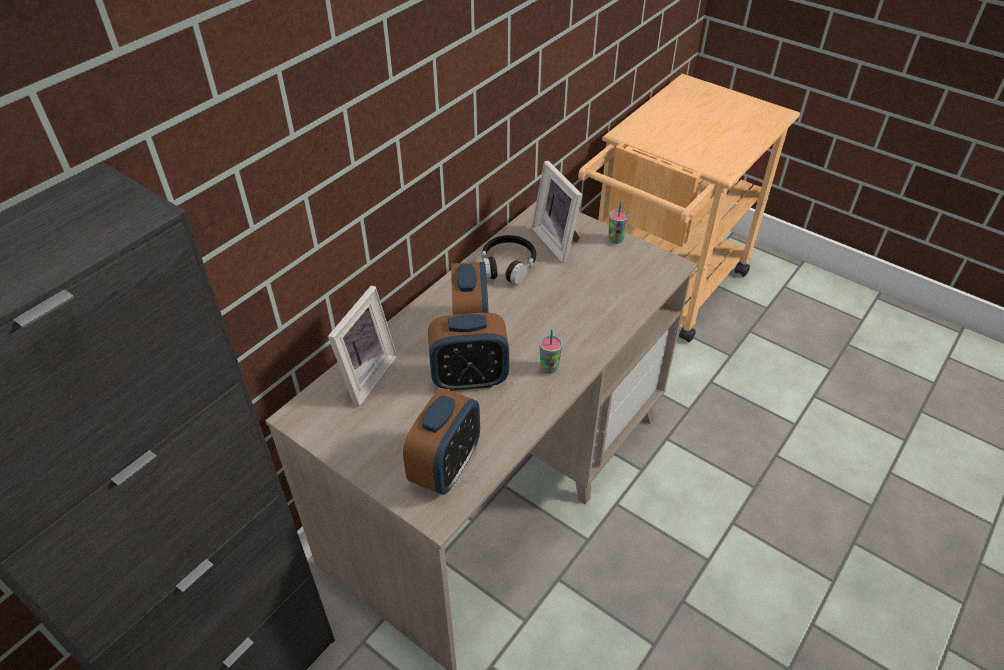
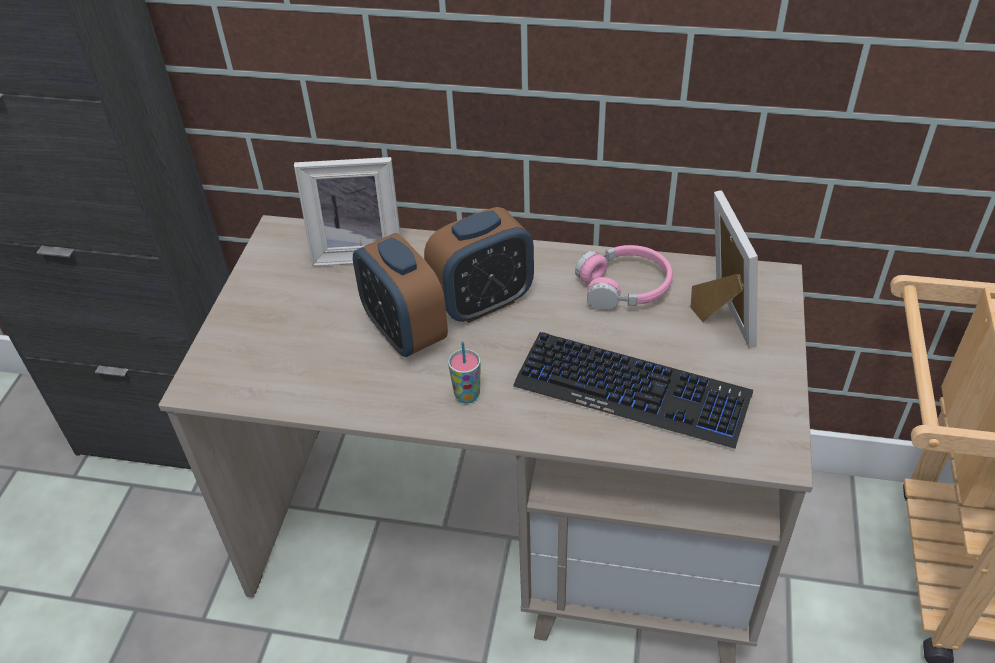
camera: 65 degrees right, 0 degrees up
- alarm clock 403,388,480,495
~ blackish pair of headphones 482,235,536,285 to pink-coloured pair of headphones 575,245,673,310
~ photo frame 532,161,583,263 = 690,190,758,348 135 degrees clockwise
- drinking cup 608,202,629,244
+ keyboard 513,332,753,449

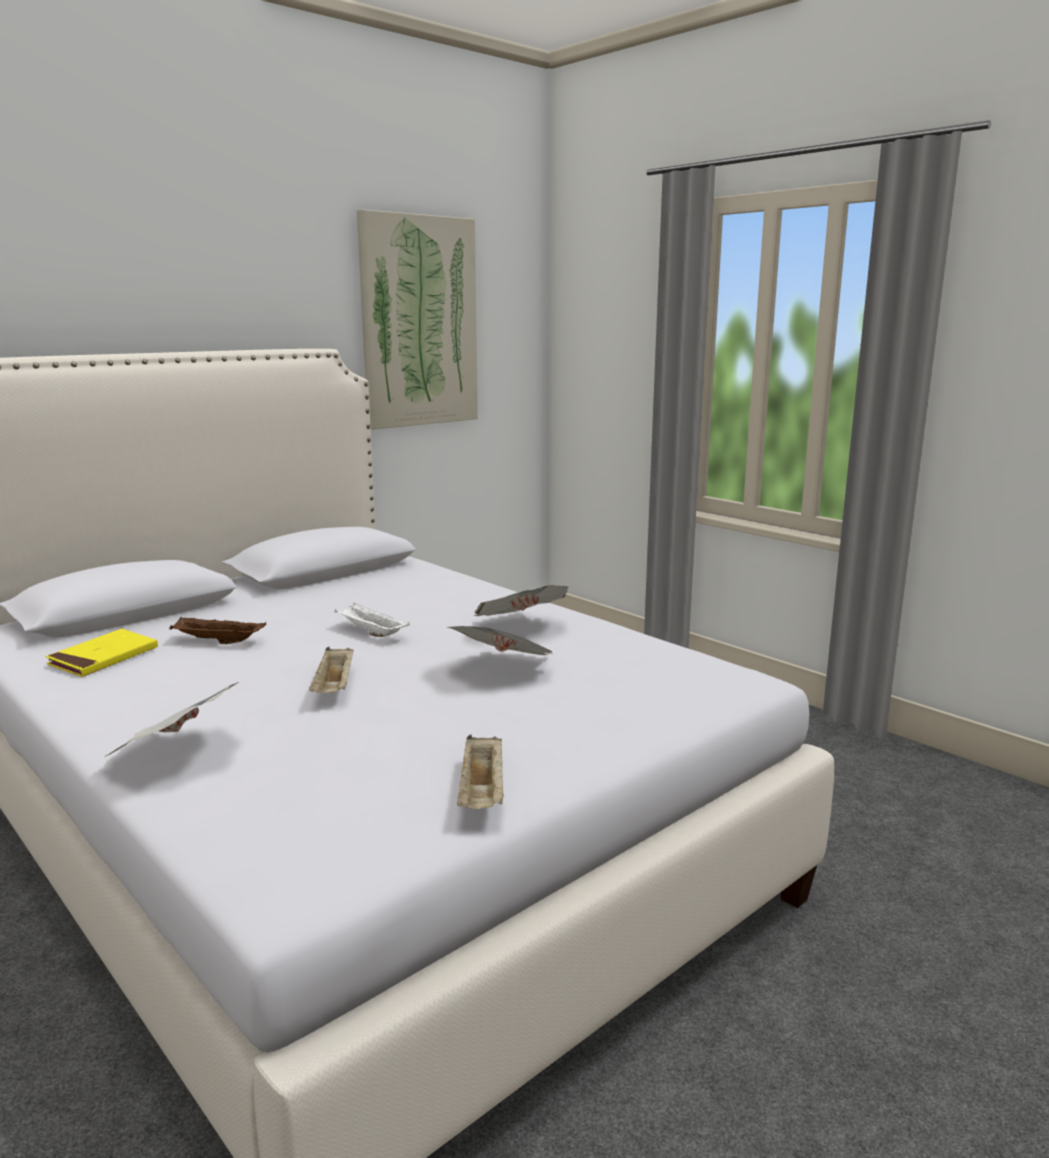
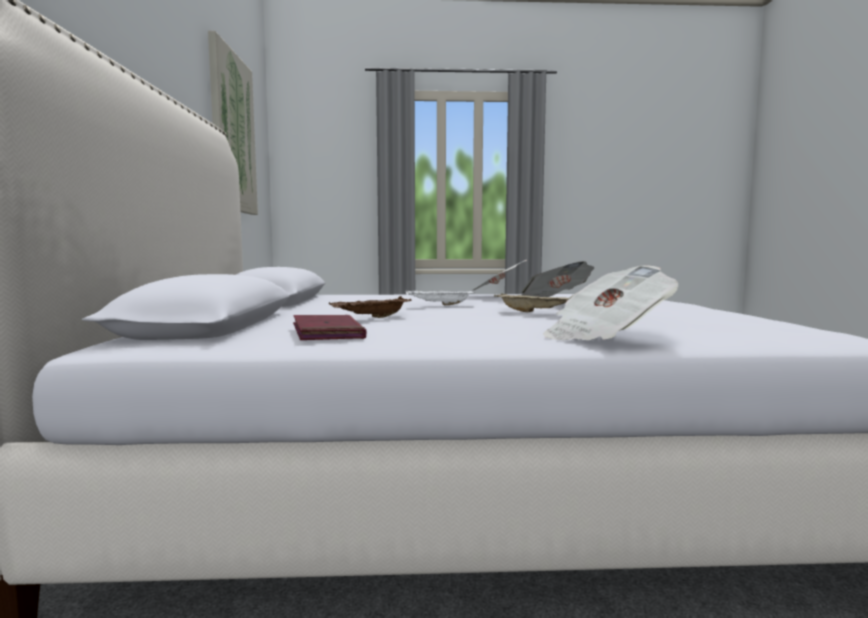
camera: 50 degrees left, 10 degrees down
~ yellow book 46,629,158,677 to reddish book 293,315,366,340
- beige-coloured tray 457,735,504,809

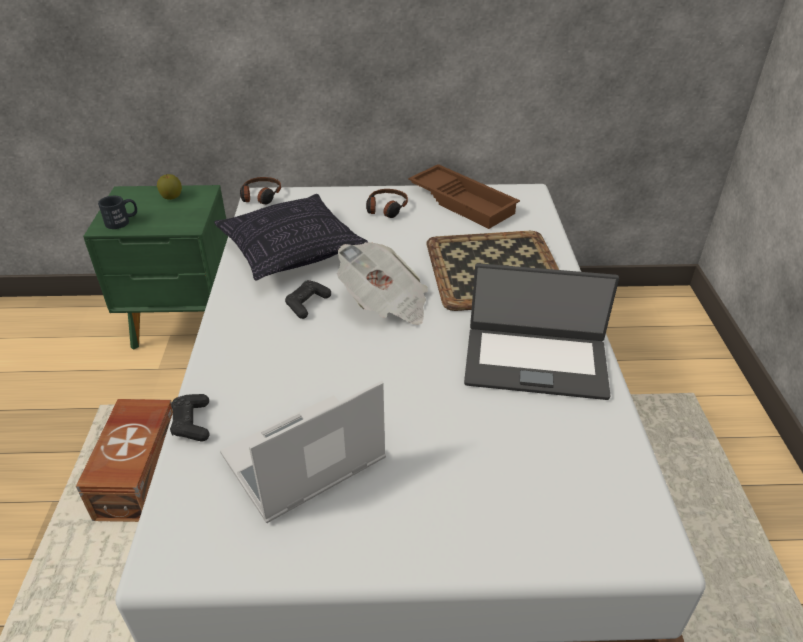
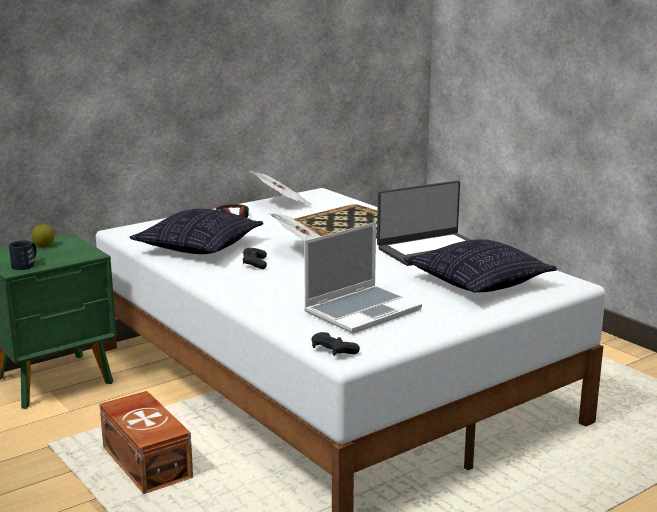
camera: 35 degrees left, 20 degrees down
~ blackish gamepad 170,394,210,442 to 312,332,360,356
~ notebook computer 220,381,386,523 = 304,222,422,334 150 degrees counterclockwise
- pair of headphones 240,177,281,204
~ brown tray 408,164,520,229 to daily paper 249,171,313,205
+ throw pillow 404,239,557,293

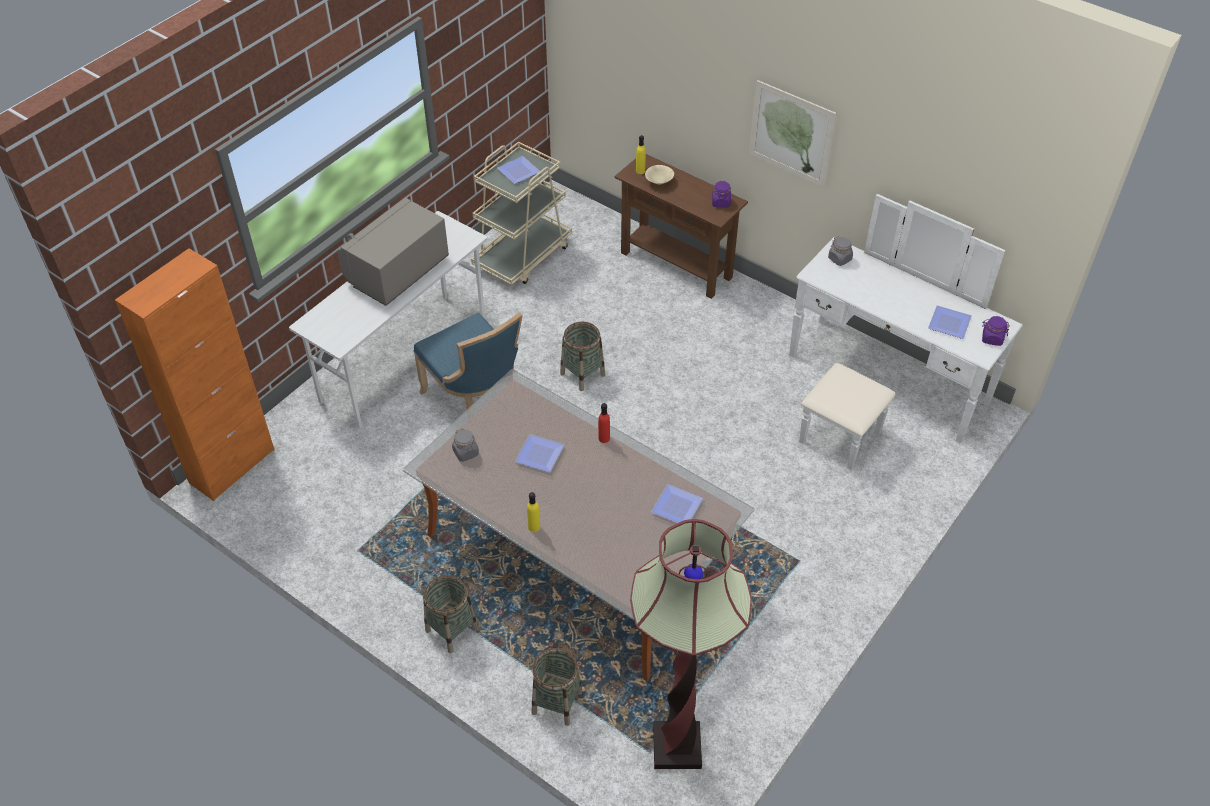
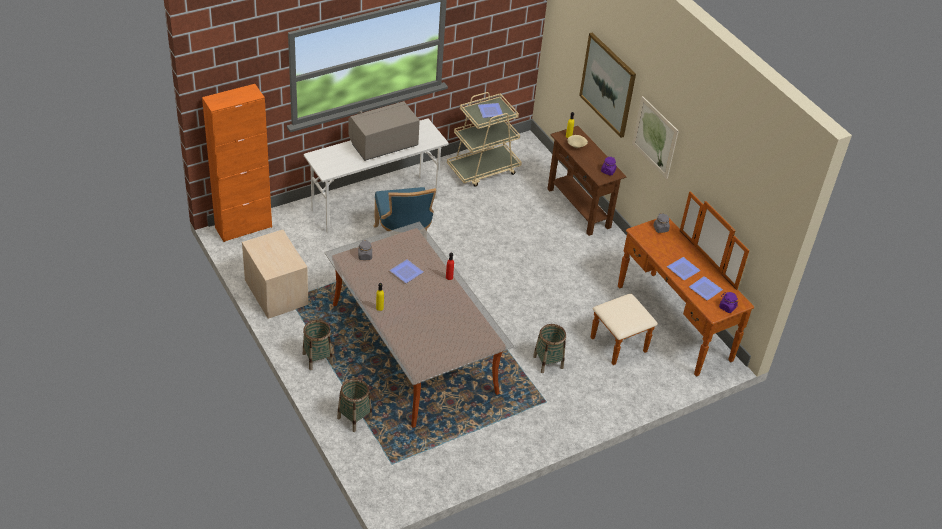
camera: 20 degrees right, 5 degrees down
~ basket 560,322,605,391 to 533,324,566,373
- standing lamp 630,519,752,769
~ dinner plate 651,484,703,523 to 667,257,701,280
~ white chest of drawers 789,194,1023,470 to brown chest of drawers 591,191,754,377
+ beige-coloured nightstand 242,230,309,319
+ wall picture 579,33,636,138

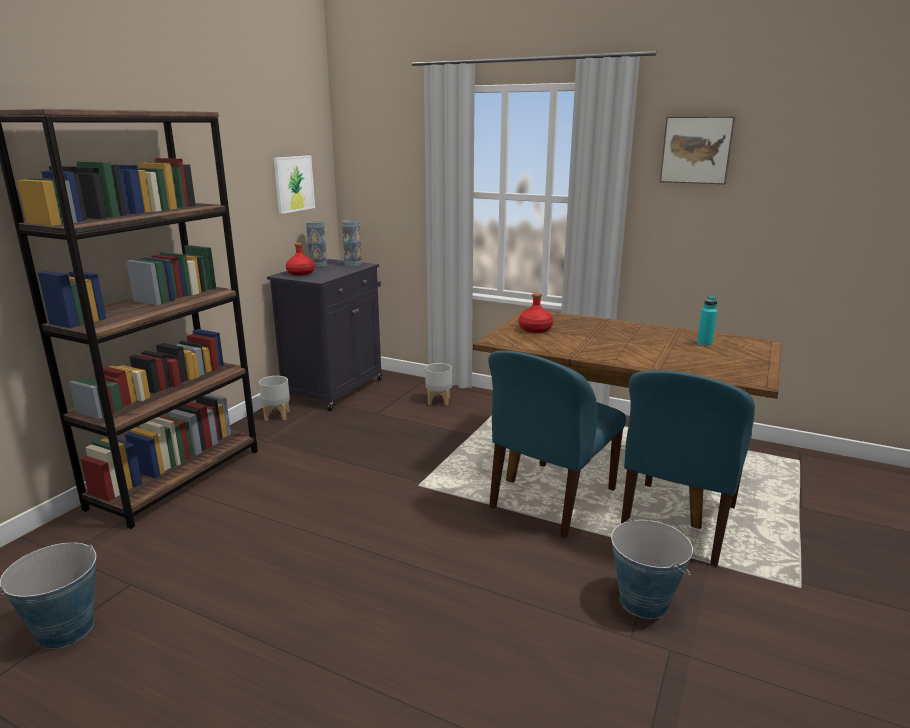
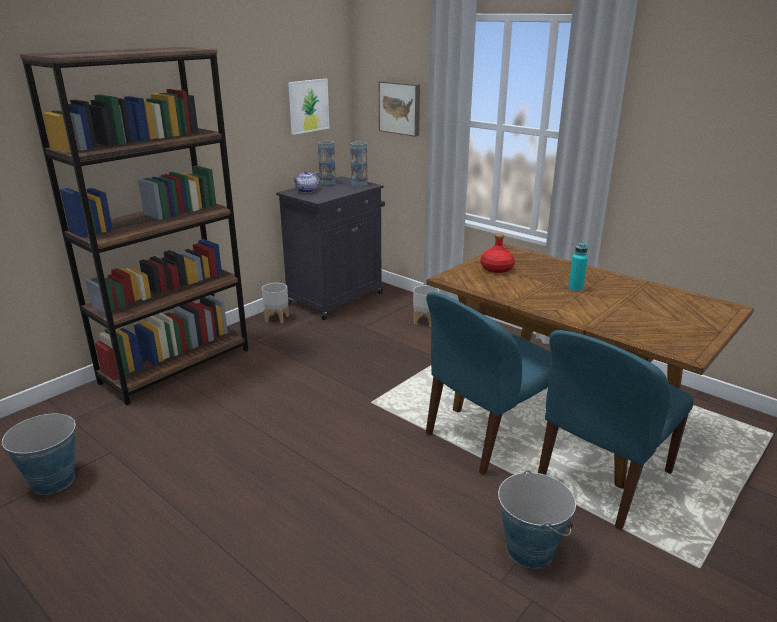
camera: 15 degrees right, 5 degrees up
~ reddish drink bottle 286,243,315,276 to teapot 293,170,320,193
~ wall picture 660,116,736,184 to 379,81,420,137
~ turquoise drink bottle 697,295,717,346 to 568,242,588,292

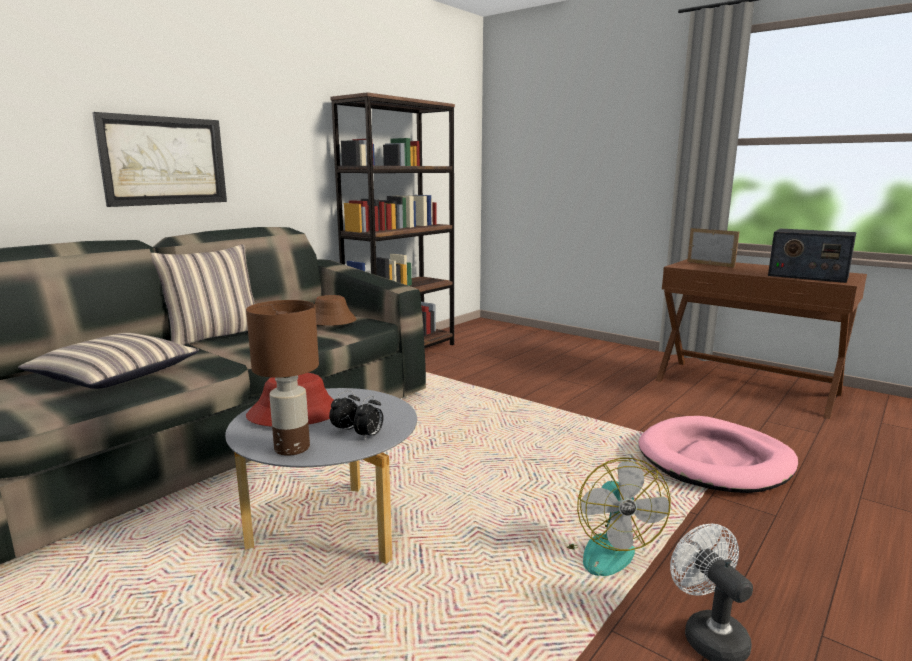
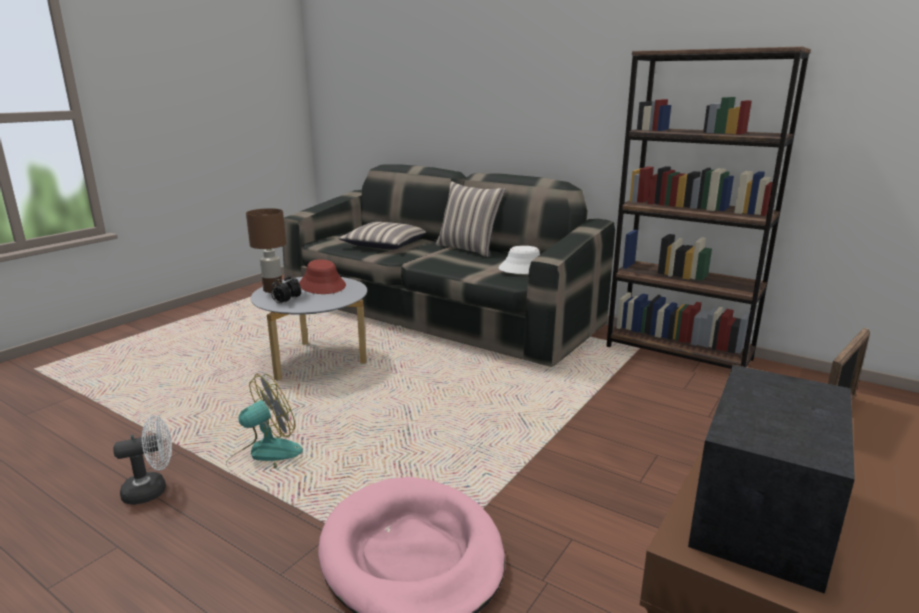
camera: 85 degrees right, 5 degrees up
- wall picture 92,112,227,207
~ brown hat 315,295,356,326 to white hat 498,246,540,274
~ fan 567,458,671,576 = 226,374,303,473 150 degrees clockwise

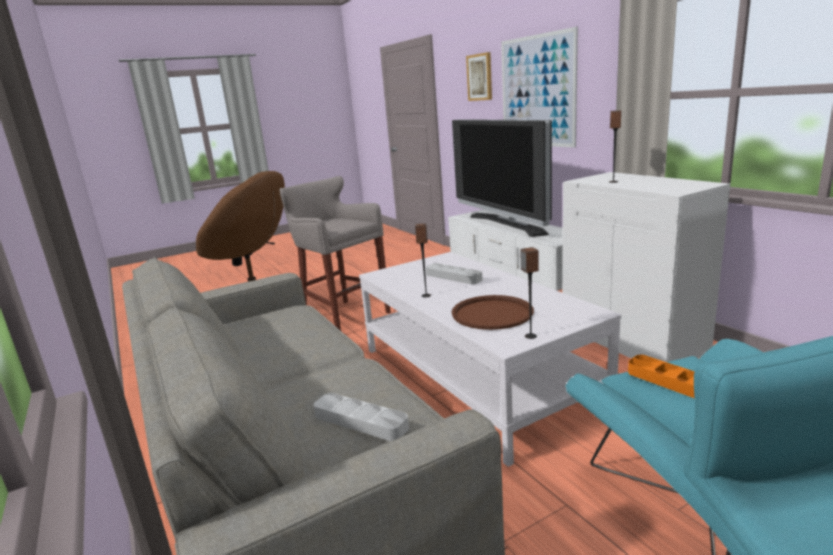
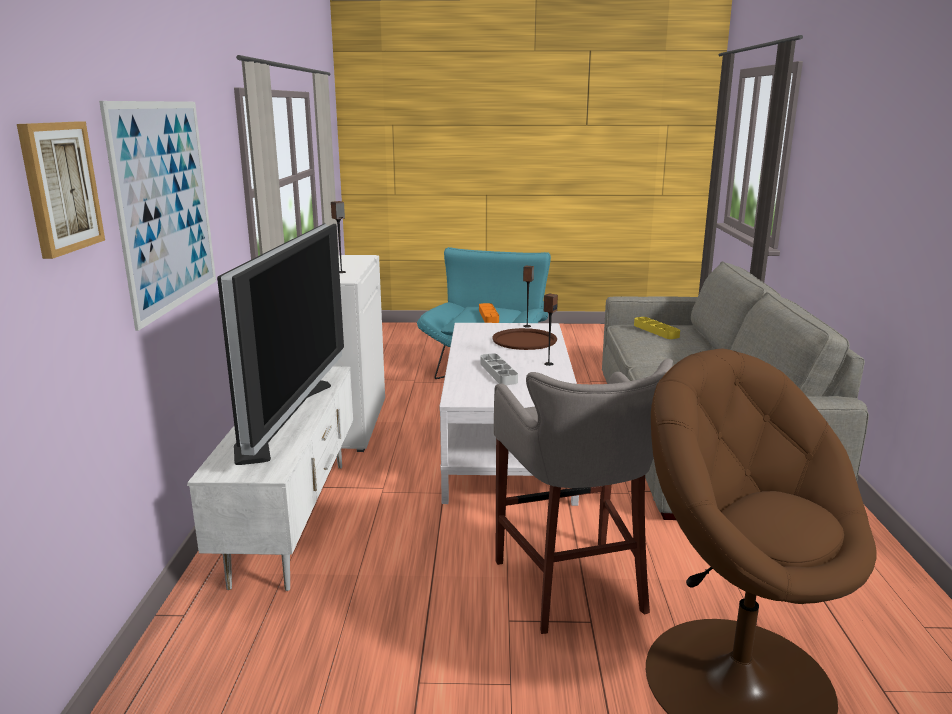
camera: 150 degrees left, 0 degrees up
~ gray tray 314,393,409,441 to yellow tray 634,317,680,339

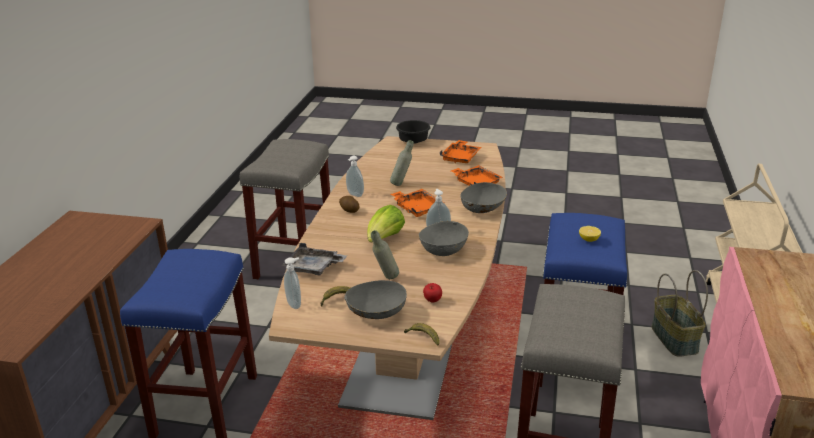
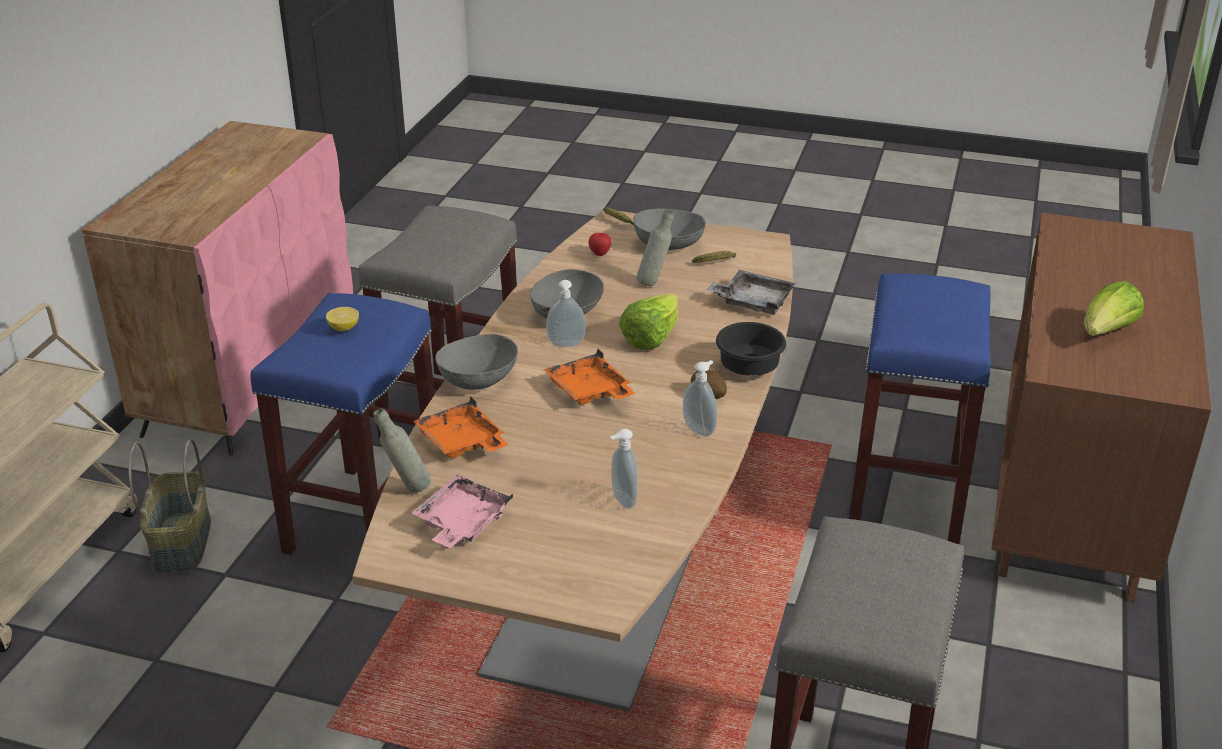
camera: 175 degrees left, 5 degrees up
~ soap dispenser 284,257,301,309 to 610,429,638,508
~ gray drink bottle 390,140,414,186 to 373,408,431,493
~ blackish bowl 396,120,431,144 to 716,322,786,376
~ orange tray 440,140,481,163 to pink-coloured tray 411,475,513,548
+ head of lettuce 1084,281,1144,336

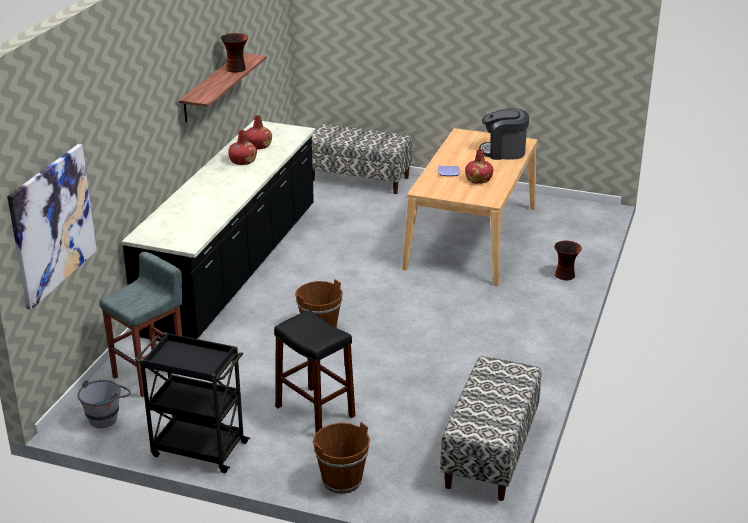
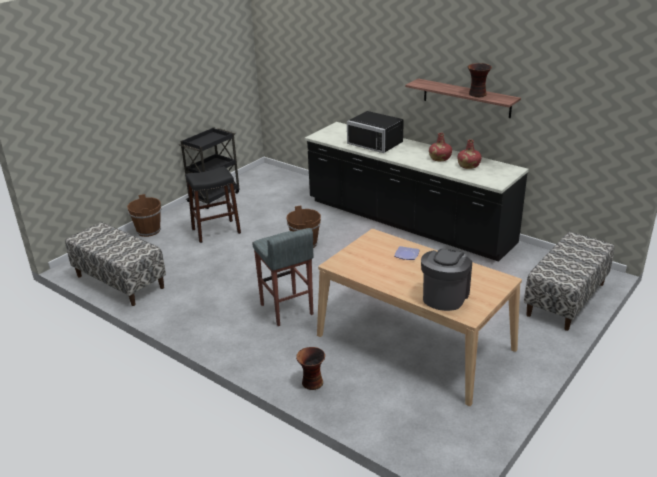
camera: 110 degrees right, 0 degrees up
- wall picture 7,144,97,310
- gray pail 77,380,131,428
~ gray stool 99,252,183,397 to 252,228,314,326
- reddish drink bottle 465,149,493,184
+ blackish microwave oven 347,111,404,153

